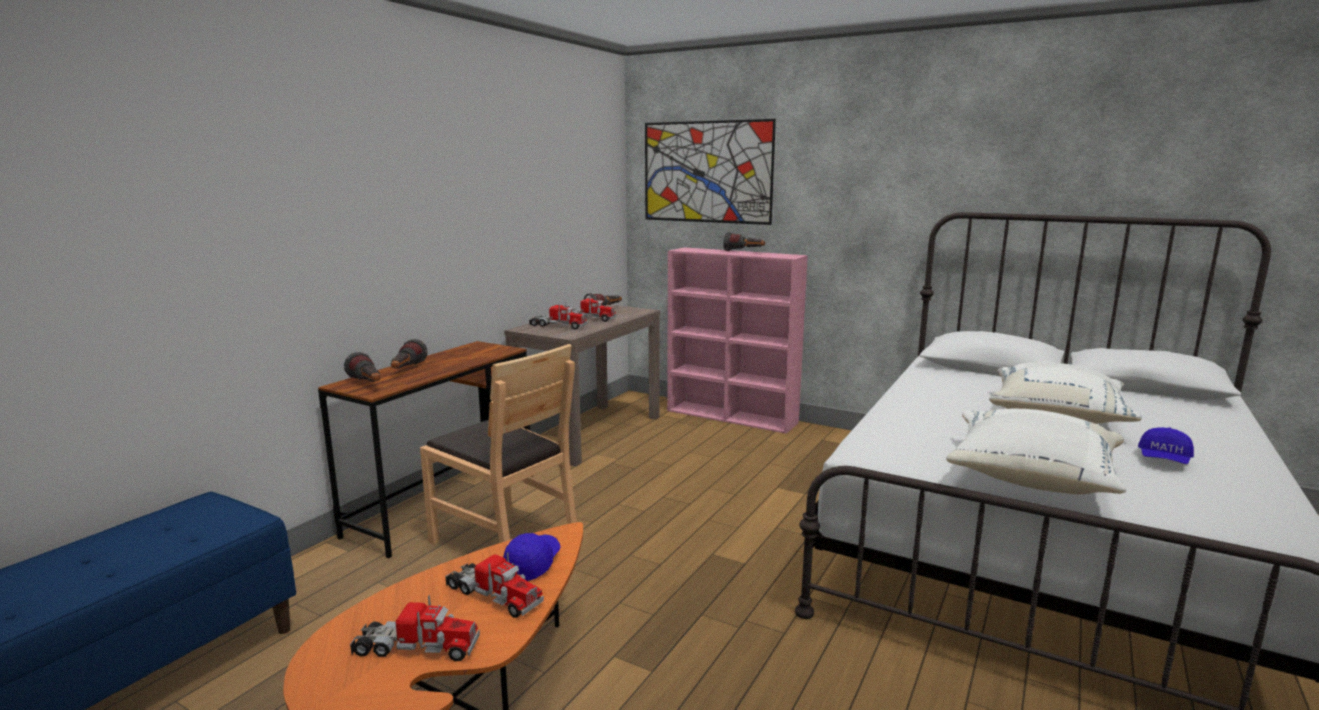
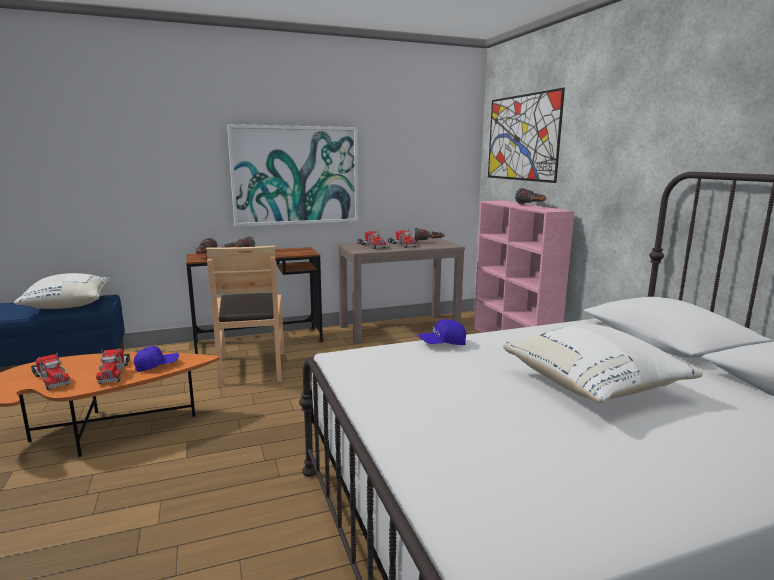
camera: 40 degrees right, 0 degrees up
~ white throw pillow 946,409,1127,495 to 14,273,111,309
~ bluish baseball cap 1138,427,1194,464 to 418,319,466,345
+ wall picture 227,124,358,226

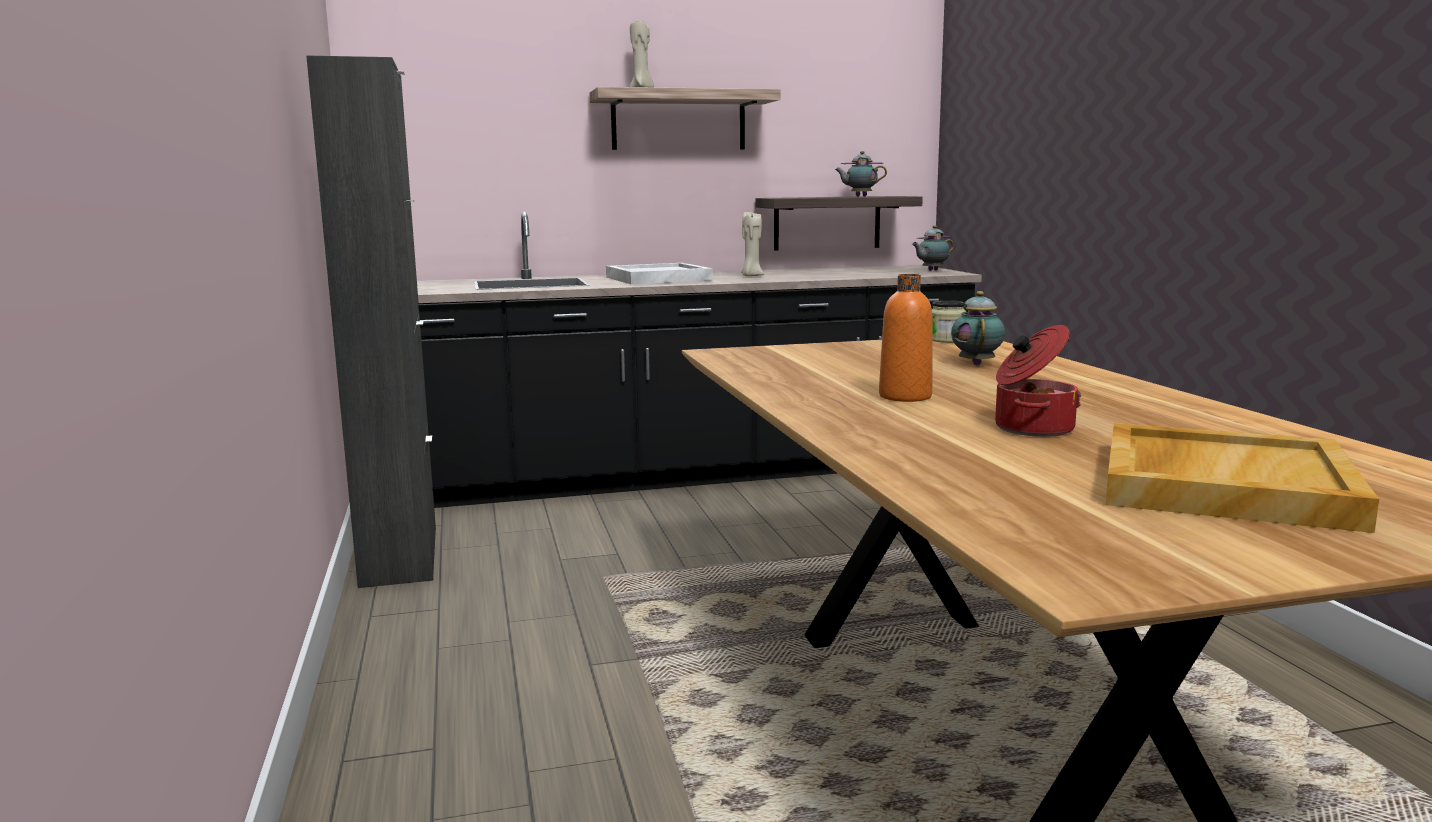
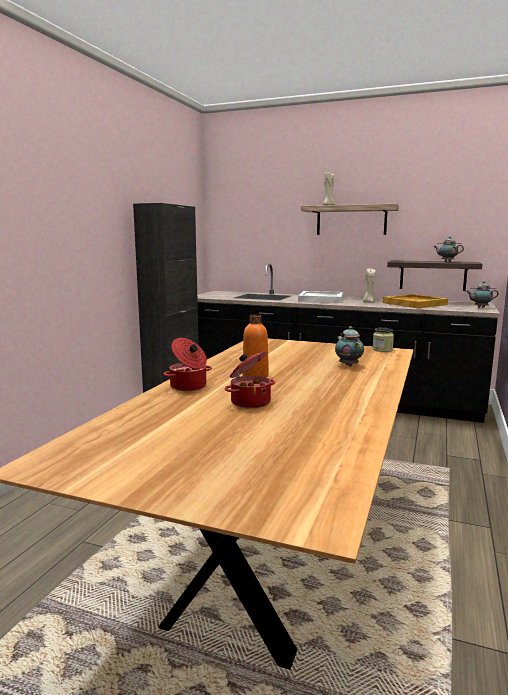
camera: 35 degrees right, 0 degrees up
~ teapot 951,291,1005,366 = 335,326,364,367 60 degrees counterclockwise
~ beige-coloured tray 1106,423,1379,533 to 382,294,448,308
+ saucepot 164,338,212,391

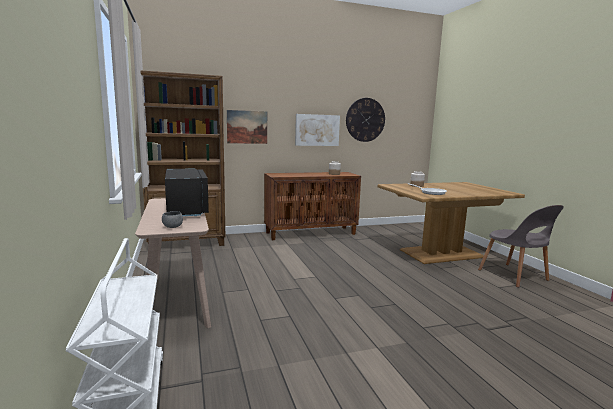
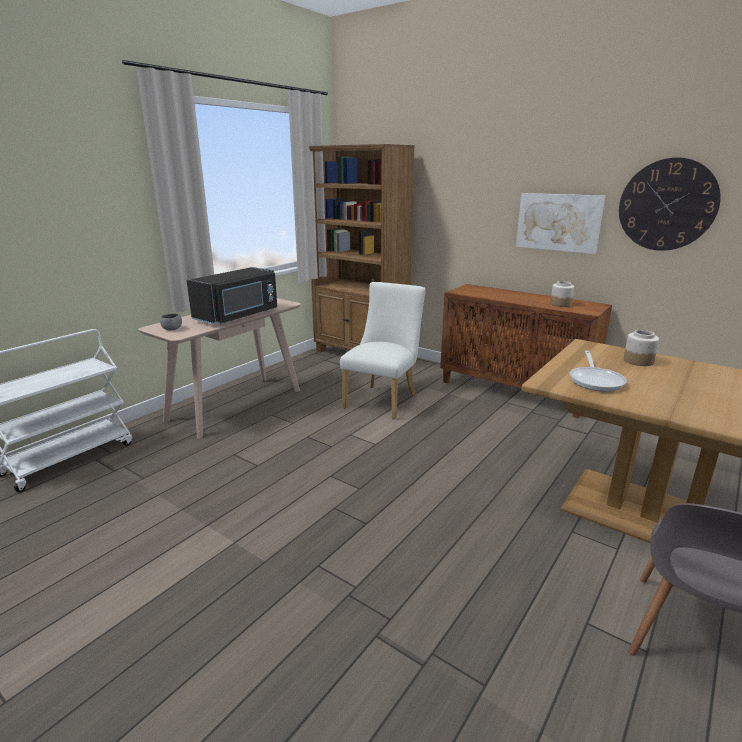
camera: 55 degrees right, 10 degrees up
- wall picture 227,110,267,144
+ white chair 340,282,426,419

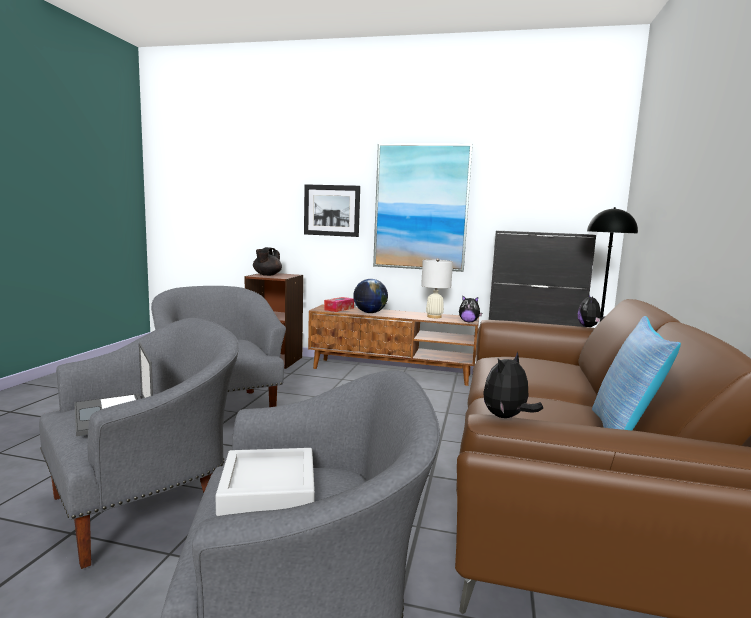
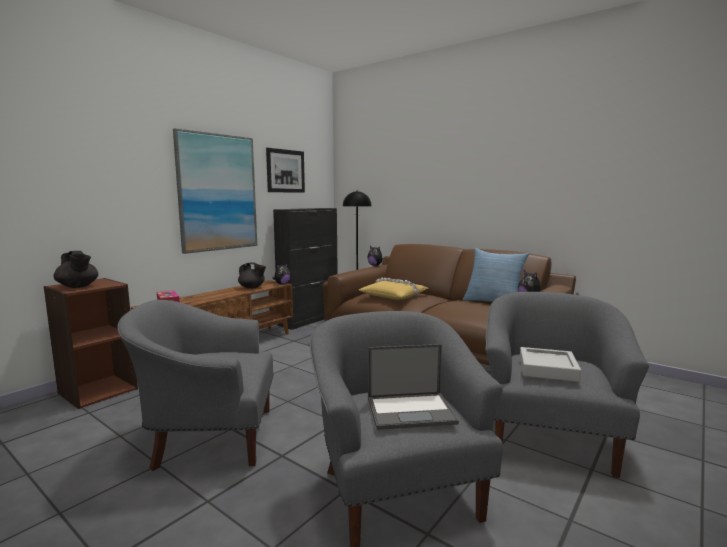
camera: 65 degrees left, 0 degrees up
~ wall picture 304,184,360,237 to 266,148,305,193
- desk globe 353,279,388,313
~ white lamp for a table 421,258,453,318 to blackish teapot 238,262,266,289
+ yellow throw pillow 359,278,429,300

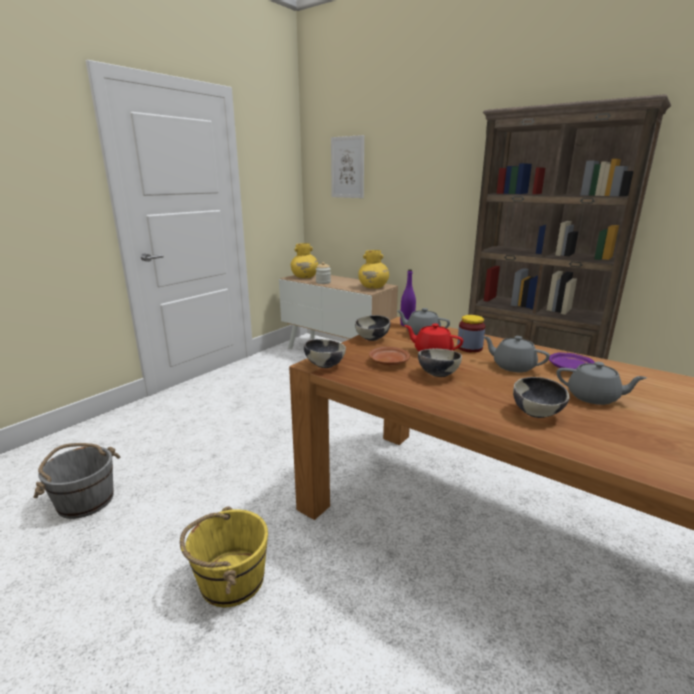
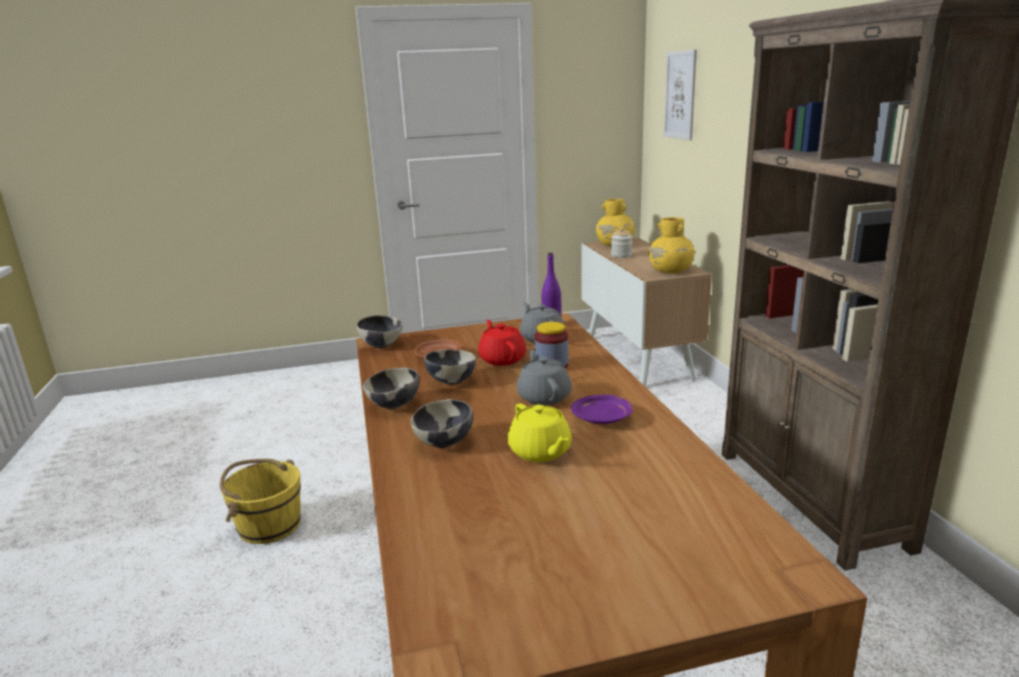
camera: 40 degrees right, 0 degrees up
- gray pail 33,443,120,519
~ bowl 355,315,390,341 to 363,368,420,409
~ gray teapot 557,362,647,405 to yellow teapot 508,403,572,462

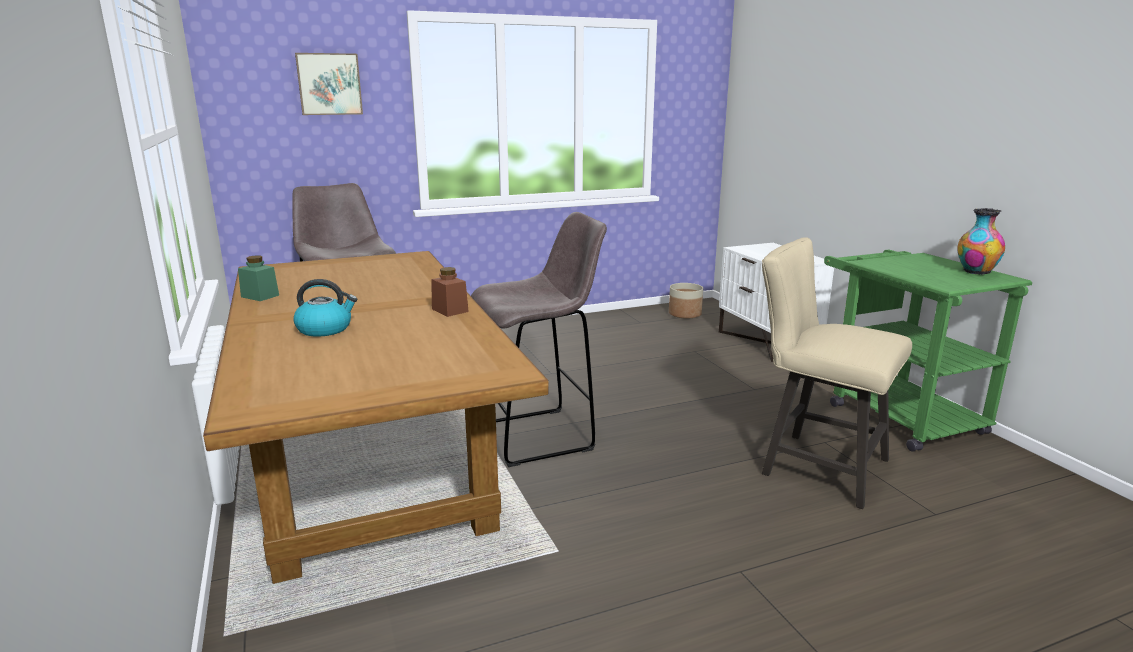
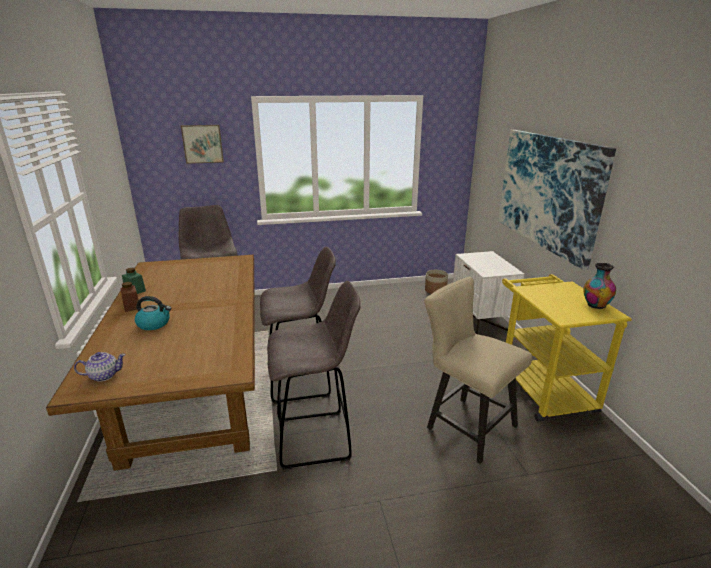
camera: 10 degrees right, 5 degrees up
~ brown storage jar 431,267,469,317 to 120,282,139,312
~ green wheeled cart 824,250,1032,452 to yellow wheeled cart 502,274,632,421
+ teapot 74,352,126,382
+ gray stool 267,281,360,470
+ wall picture 498,130,616,270

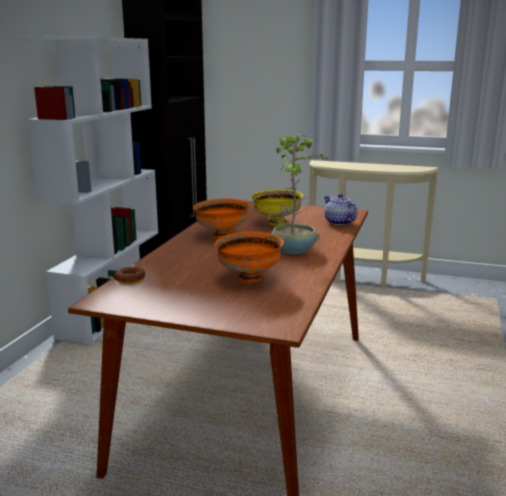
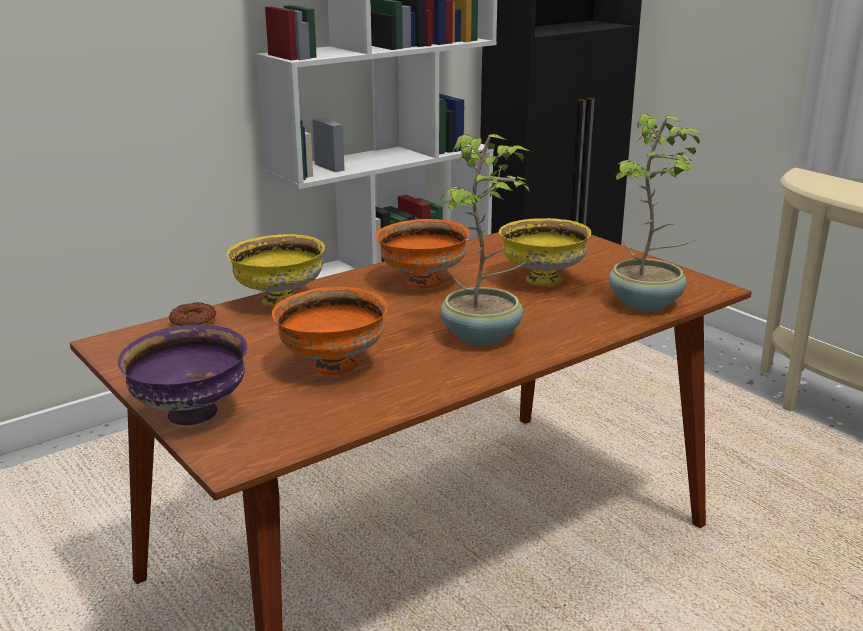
camera: 35 degrees right, 5 degrees up
~ teapot 324,194,358,225 to potted plant 609,114,704,311
+ purplish bowl 118,325,248,425
+ yellow bowl 227,234,325,307

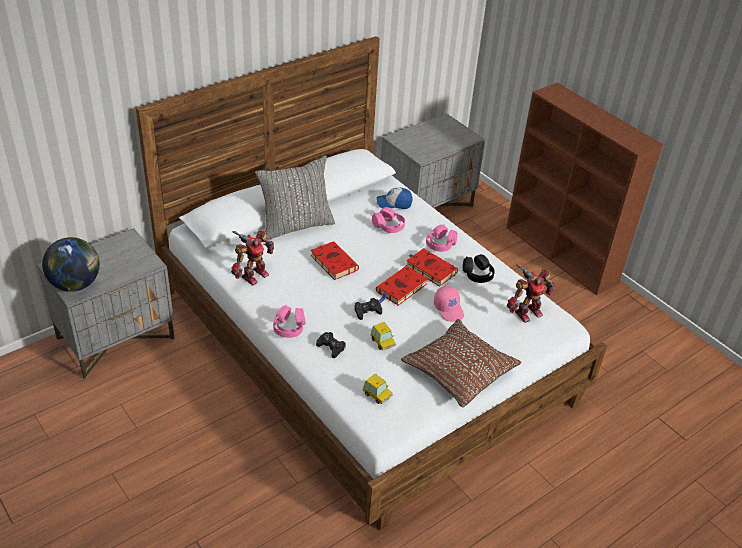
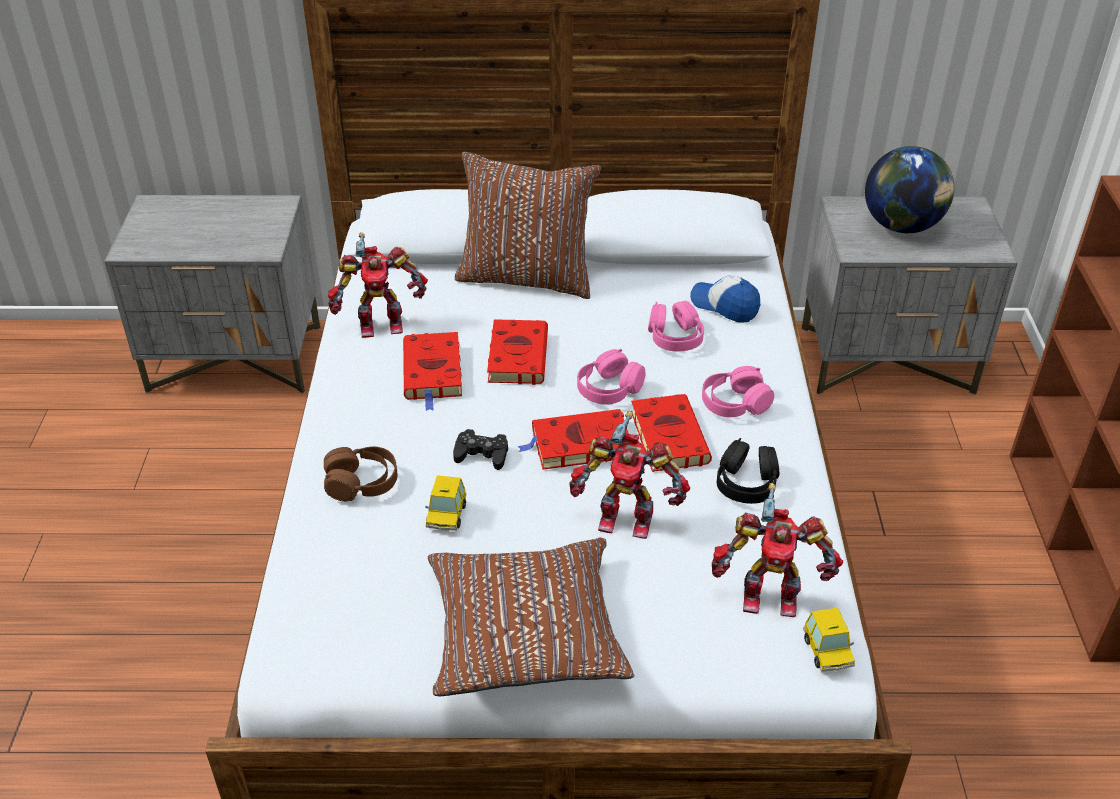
camera: 40 degrees right, 0 degrees up
~ desk globe 42,237,100,292 to 865,146,954,233
~ gray throw pillow 255,156,335,239 to brown throw pillow 455,152,601,299
~ pink-coloured pair of headphones 273,305,306,338 to 577,349,645,405
~ blackish gamepad 316,332,346,358 to brown pair of headphones 324,447,397,502
~ model car 363,374,393,404 to 803,608,855,672
~ pink-coloured baseball cap 434,286,464,322 to model robot 569,411,690,539
+ reddish book 403,332,462,411

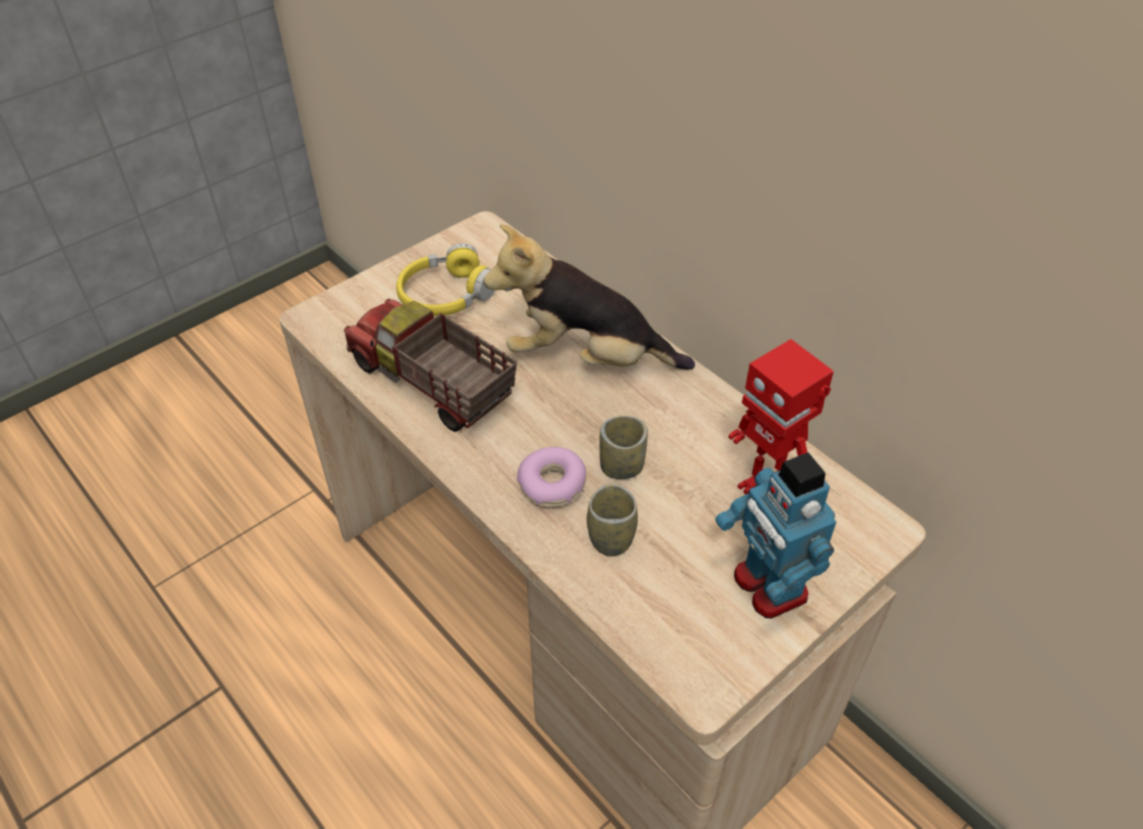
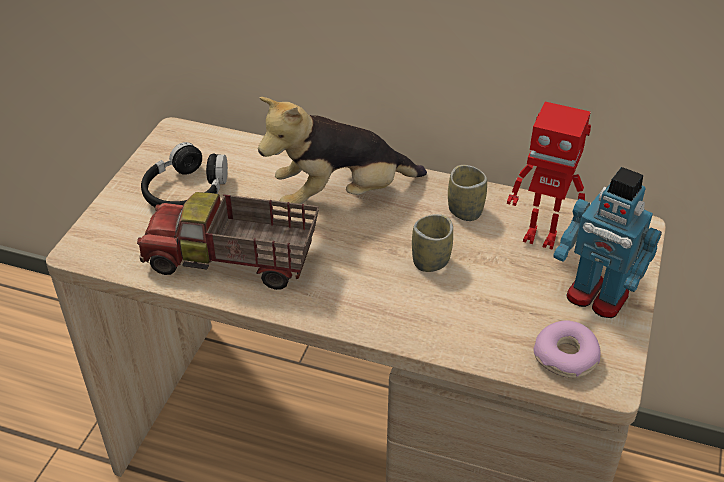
camera: 30 degrees left, 5 degrees down
~ yellow pair of headphones 396,243,495,316 to blackish pair of headphones 141,142,228,207
~ ring doughnut 517,447,586,508 to 534,320,601,378
~ drinking cup 587,483,638,556 to 448,165,487,221

